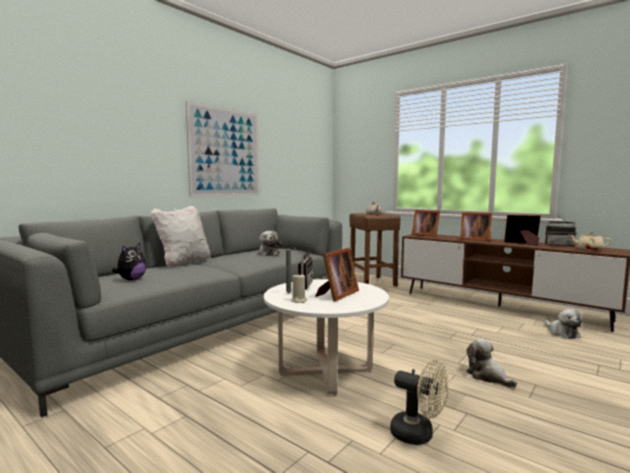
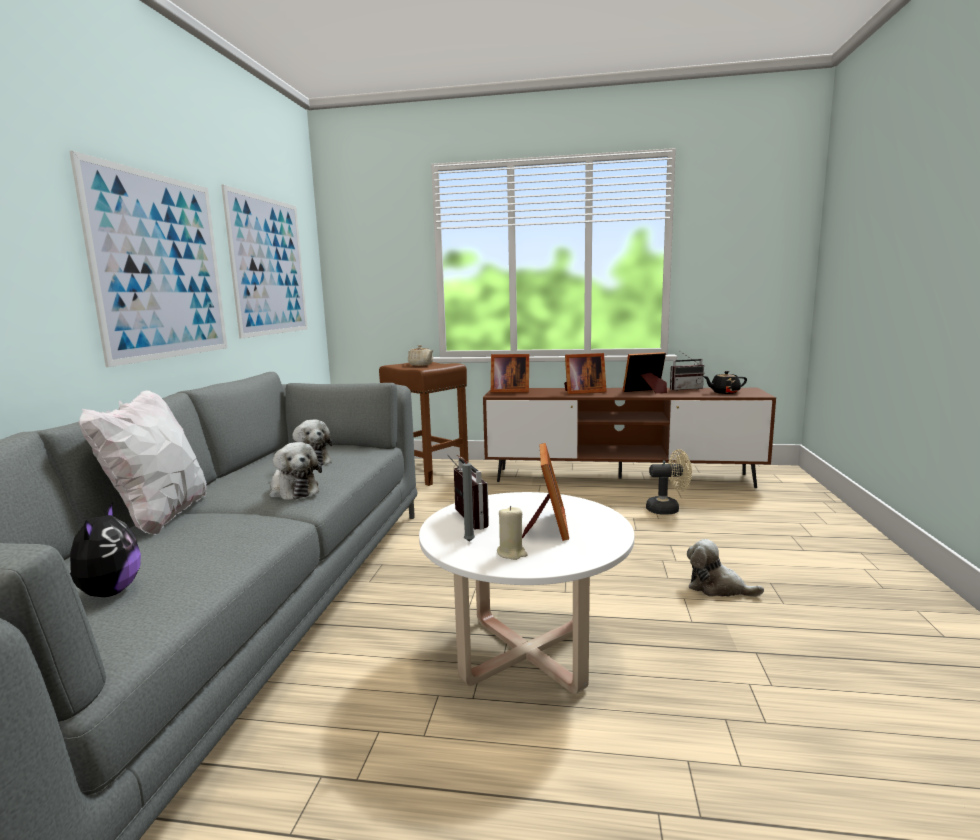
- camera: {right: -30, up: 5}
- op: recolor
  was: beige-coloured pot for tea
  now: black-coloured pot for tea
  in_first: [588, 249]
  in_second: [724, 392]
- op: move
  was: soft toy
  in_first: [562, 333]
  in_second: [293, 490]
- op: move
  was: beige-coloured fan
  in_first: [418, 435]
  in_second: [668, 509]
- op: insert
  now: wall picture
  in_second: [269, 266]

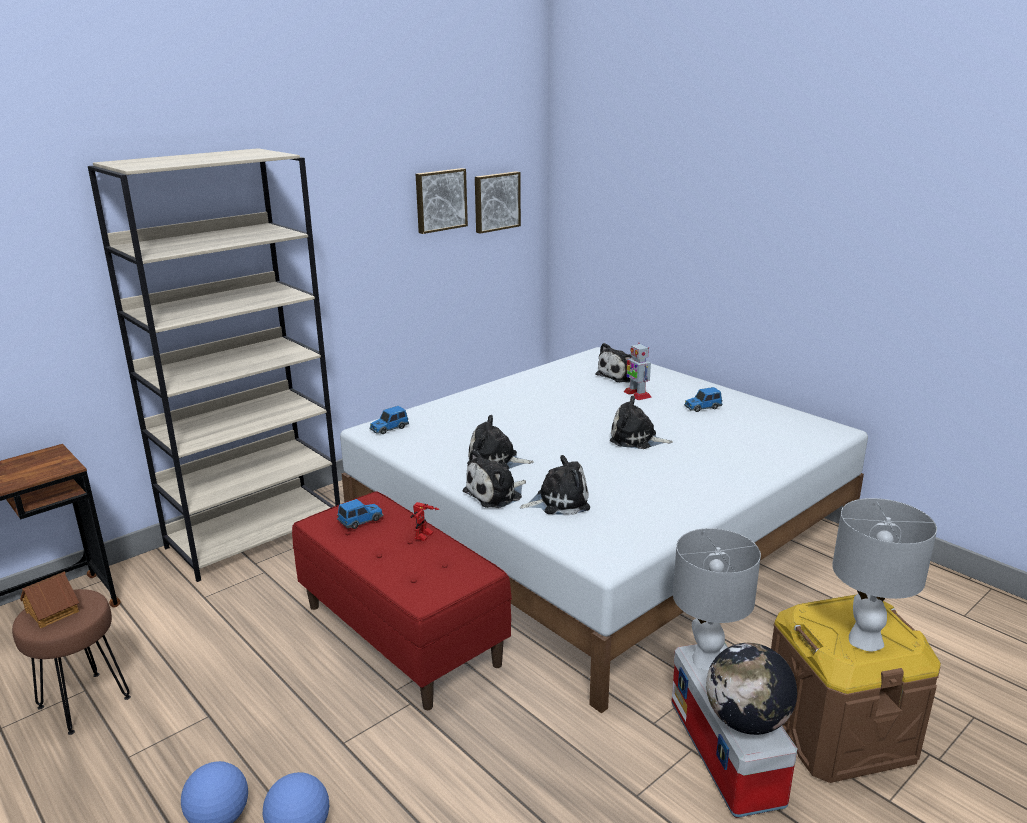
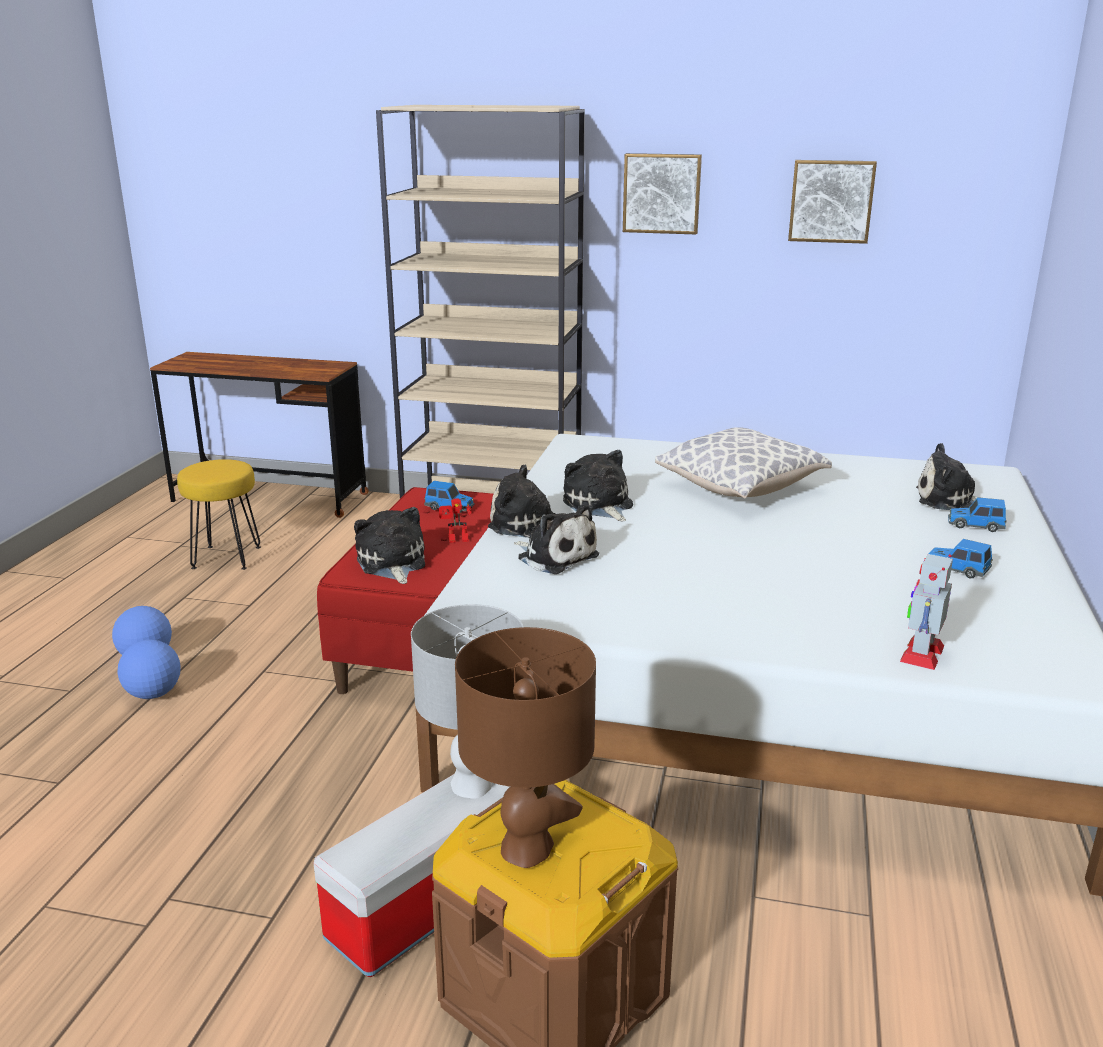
- camera: {right: 55, up: 0}
- op: move
  was: wall picture
  in_first: [496, 201]
  in_second: [662, 193]
- op: move
  was: model robot
  in_first: [637, 394]
  in_second: [922, 653]
- op: move
  was: soft toy
  in_first: [636, 439]
  in_second: [392, 563]
- op: move
  was: model car
  in_first: [389, 428]
  in_second: [975, 525]
- op: recolor
  was: gray lamp for a table
  now: brown lamp for a table
  in_first: [865, 639]
  in_second: [527, 848]
- op: delete
  was: toy house
  in_first: [51, 612]
- op: recolor
  was: brown stool
  now: yellow-coloured stool
  in_first: [84, 703]
  in_second: [225, 558]
- op: delete
  was: world globe
  in_first: [746, 721]
- op: insert
  now: throw pillow
  in_second: [740, 488]

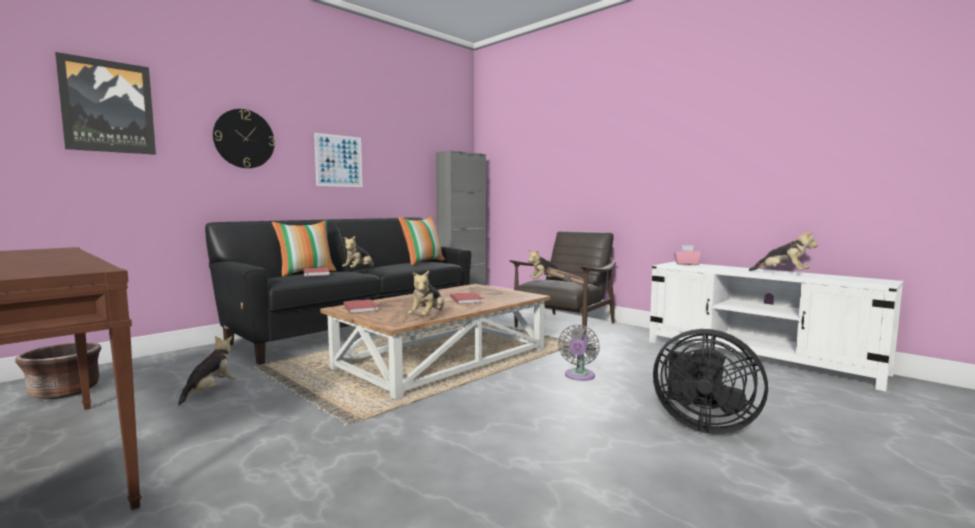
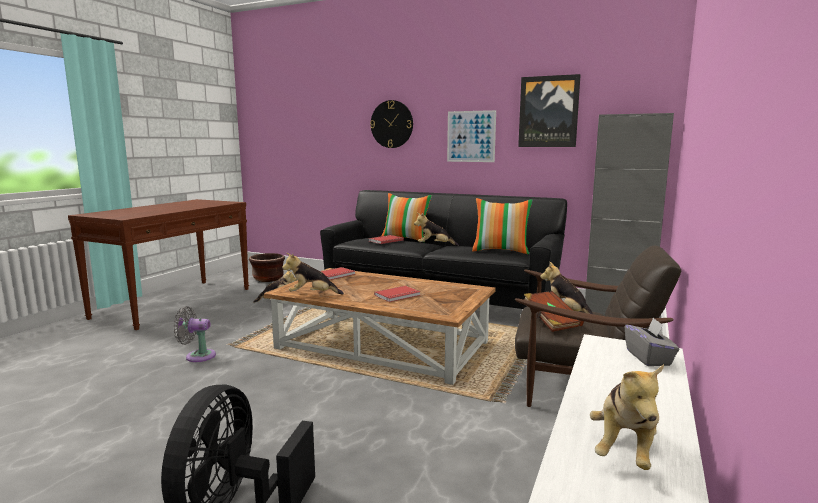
- camera: {right: 70, up: 5}
- op: move
  was: wall picture
  in_first: [108, 107]
  in_second: [548, 112]
- op: recolor
  was: pink box of tissues
  now: gray box of tissues
  in_first: [687, 264]
  in_second: [649, 358]
- op: move
  was: gray fan
  in_first: [579, 376]
  in_second: [197, 356]

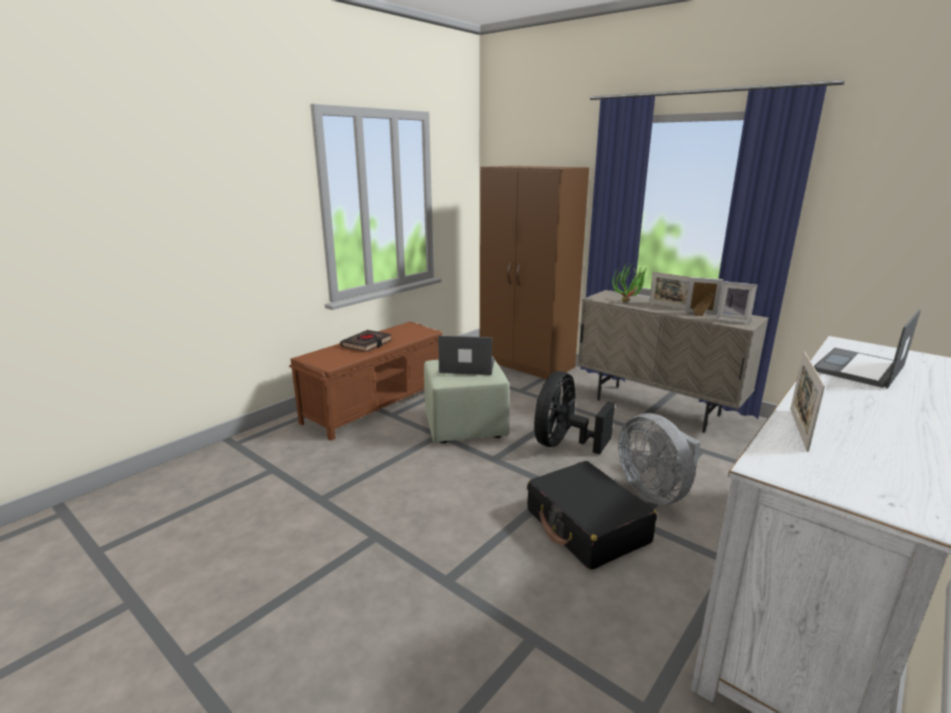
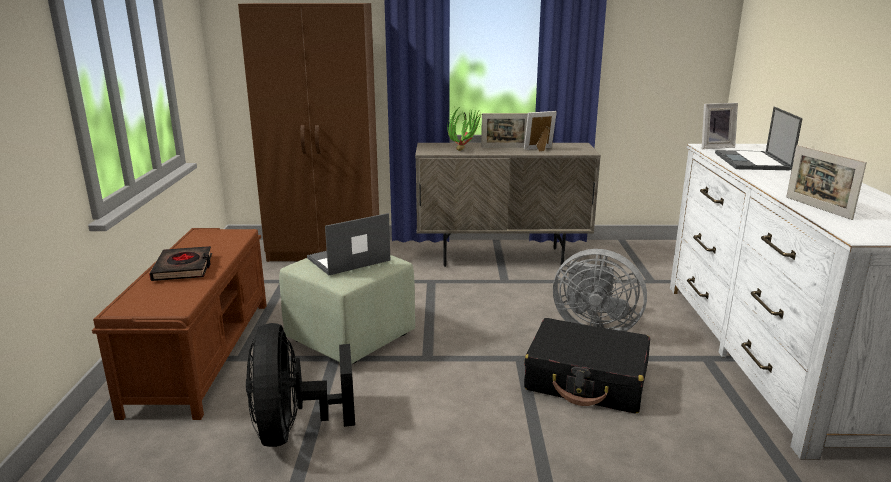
- camera: {right: -40, up: 0}
- op: move
  was: photo frame
  in_first: [733, 320]
  in_second: [714, 147]
- op: move
  was: black-coloured fan
  in_first: [564, 443]
  in_second: [294, 429]

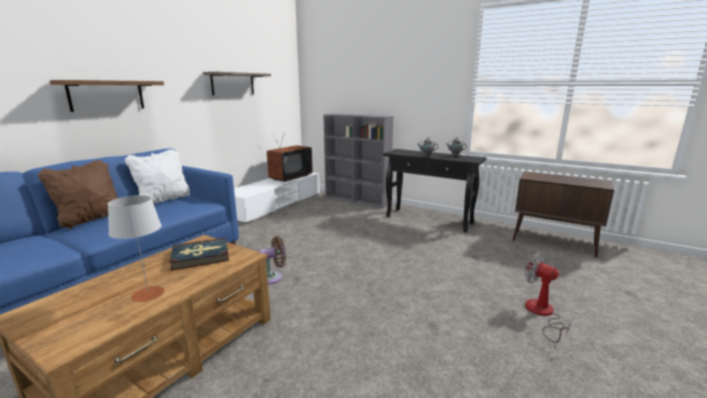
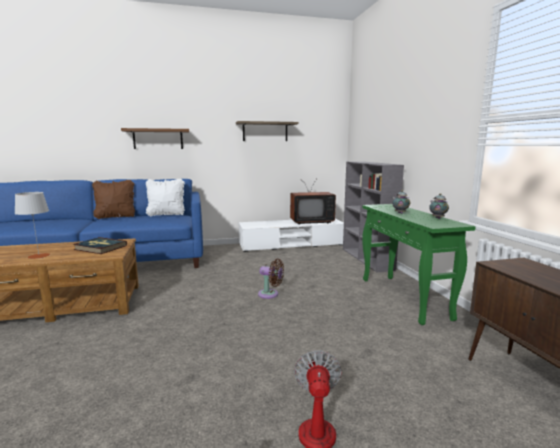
- camera: {right: 45, up: -5}
- op: recolor
  was: black-coloured narrow table
  now: green-coloured narrow table
  in_first: [429, 220]
  in_second: [404, 298]
- op: move
  was: brown fan
  in_first: [272, 277]
  in_second: [270, 294]

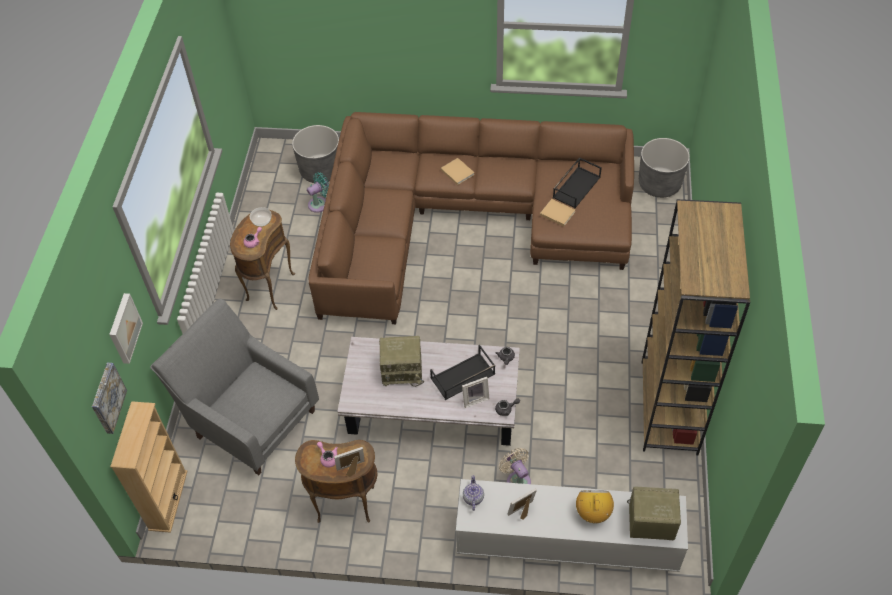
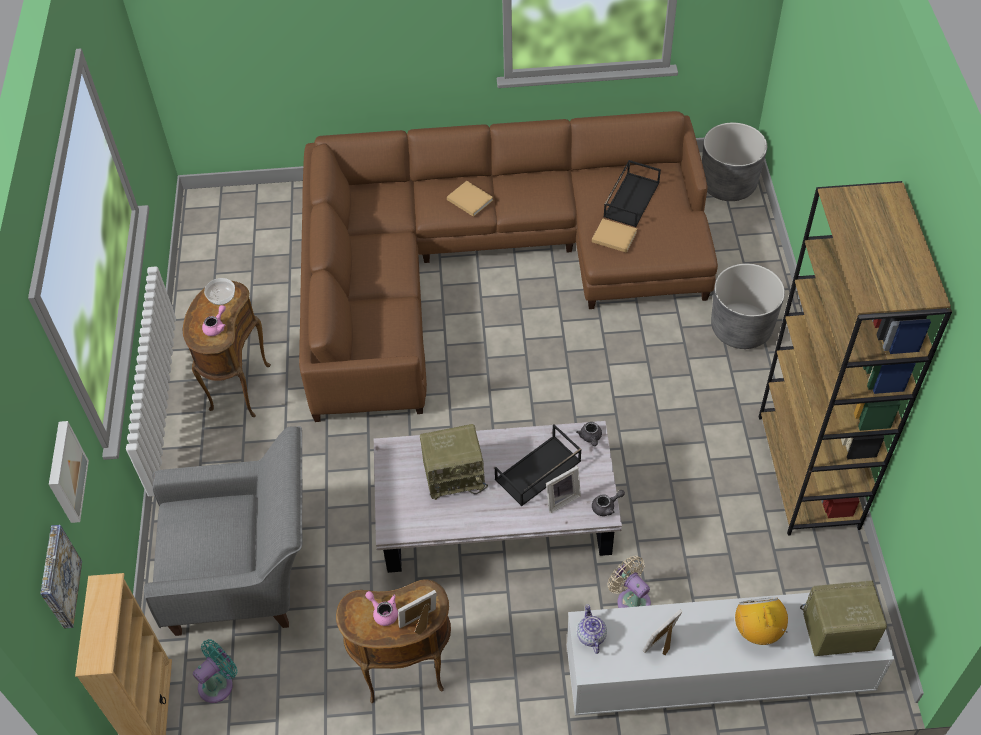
- camera: {right: -10, up: 0}
- op: move
  was: gray plant pot
  in_first: [320, 171]
  in_second: [741, 328]
- op: move
  was: turquoise-coloured fan
  in_first: [320, 204]
  in_second: [218, 683]
- op: rotate
  was: gray lounge chair
  in_first: [250, 419]
  in_second: [247, 573]
  clockwise: 150

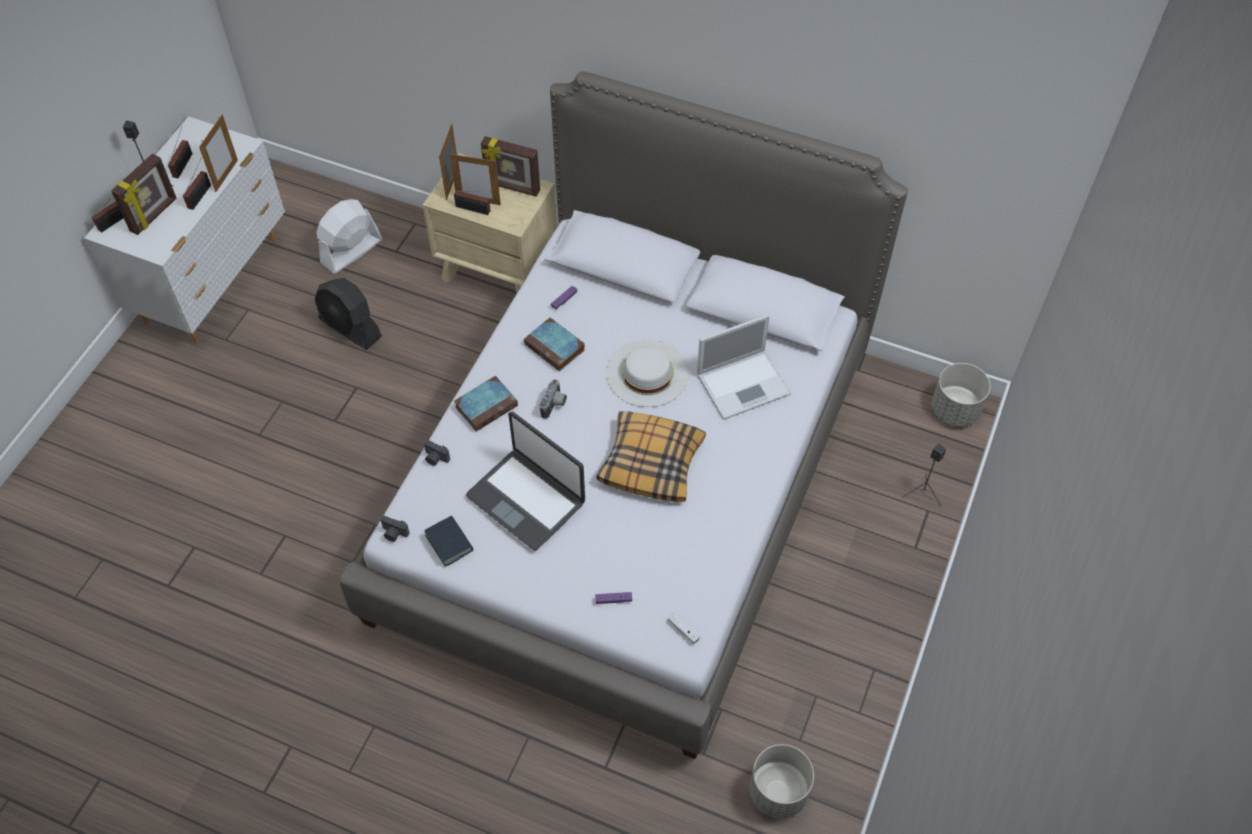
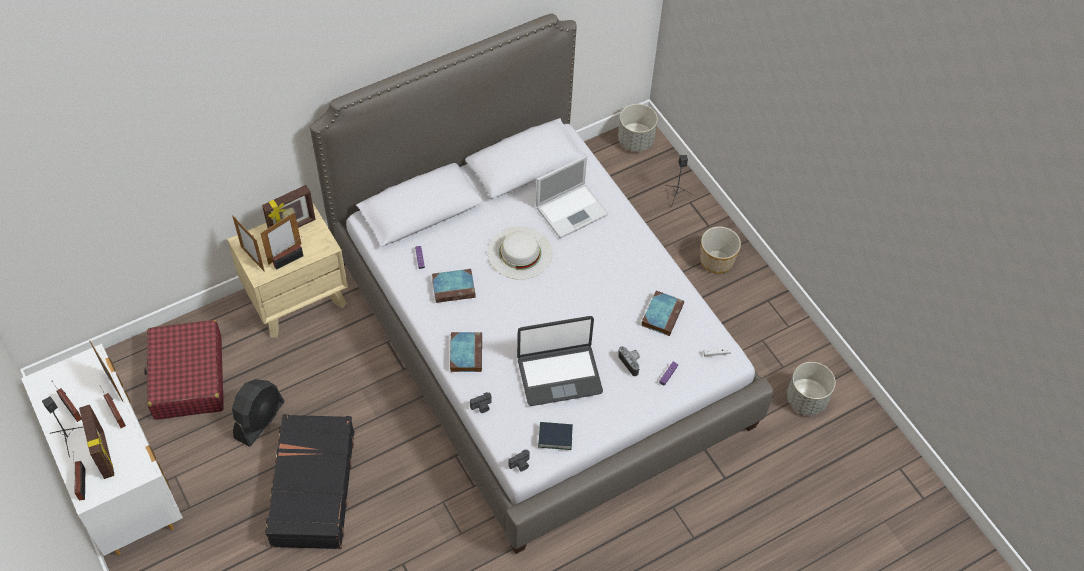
- camera: {right: -55, up: 0}
- op: replace
  was: white fan
  now: reddish suitcase
  in_first: [351, 251]
  in_second: [188, 378]
- op: rotate
  was: black-coloured fan
  in_first: [350, 328]
  in_second: [259, 420]
  clockwise: -45
- op: rotate
  was: notebook computer
  in_first: [744, 383]
  in_second: [572, 210]
  clockwise: 45
- op: move
  was: photo camera
  in_first: [555, 405]
  in_second: [631, 363]
- op: delete
  was: throw pillow
  in_first: [651, 462]
- op: insert
  now: plant pot
  in_second: [716, 260]
- op: insert
  now: book
  in_second: [662, 314]
- op: insert
  now: black-coloured suitcase
  in_second: [312, 488]

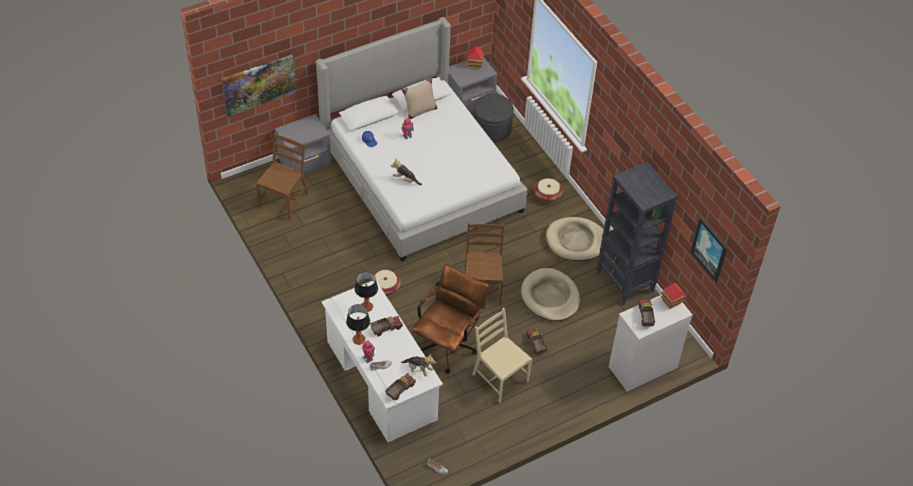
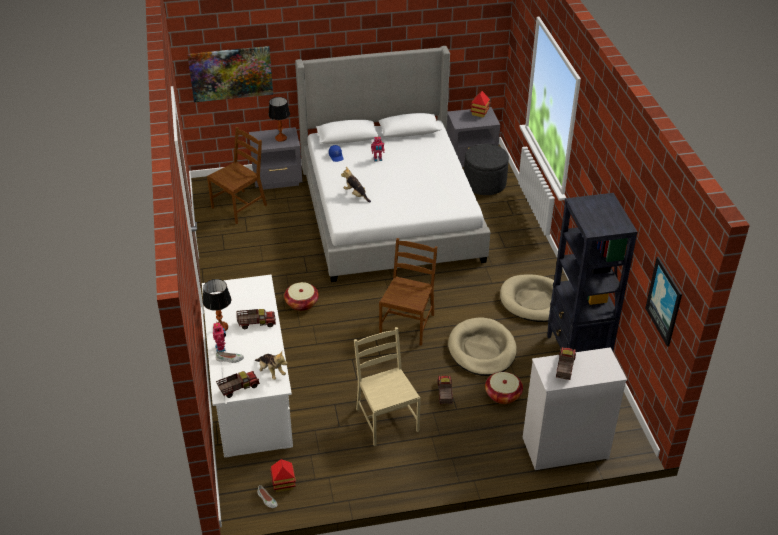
- camera: {right: 20, up: -10}
- op: delete
  was: beige-coloured throw pillow
  in_first: [419, 111]
- op: move
  was: household basket
  in_first: [547, 195]
  in_second: [503, 395]
- op: delete
  was: brown office chair
  in_first: [448, 343]
- op: move
  was: lamp for a table
  in_first: [367, 307]
  in_second: [281, 138]
- op: move
  was: toy house
  in_first: [671, 302]
  in_second: [283, 484]

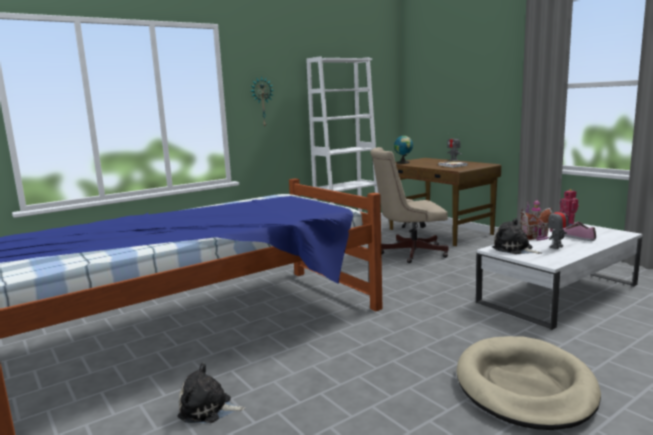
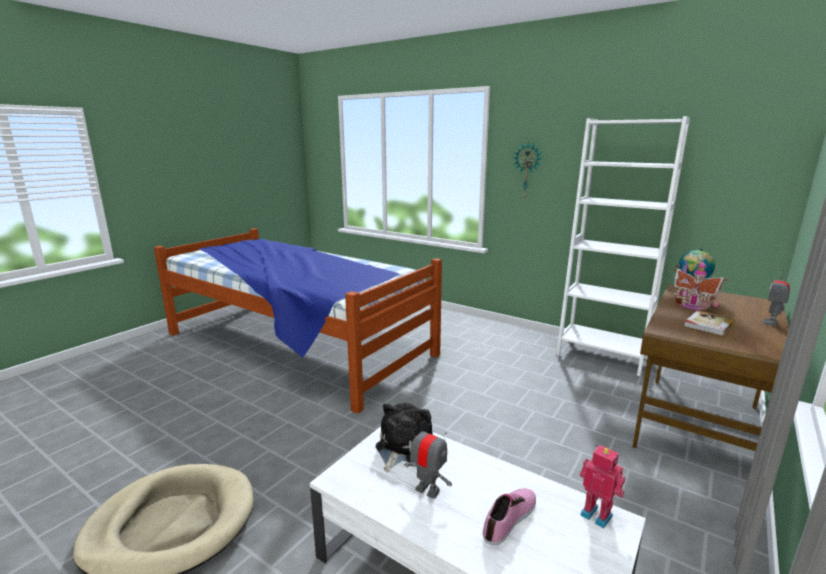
- camera: {right: 70, up: 5}
- op: delete
  was: beige-coloured office chair
  in_first: [409, 253]
- op: move
  was: toy house
  in_first: [536, 237]
  in_second: [692, 306]
- op: delete
  was: soft toy
  in_first: [208, 409]

